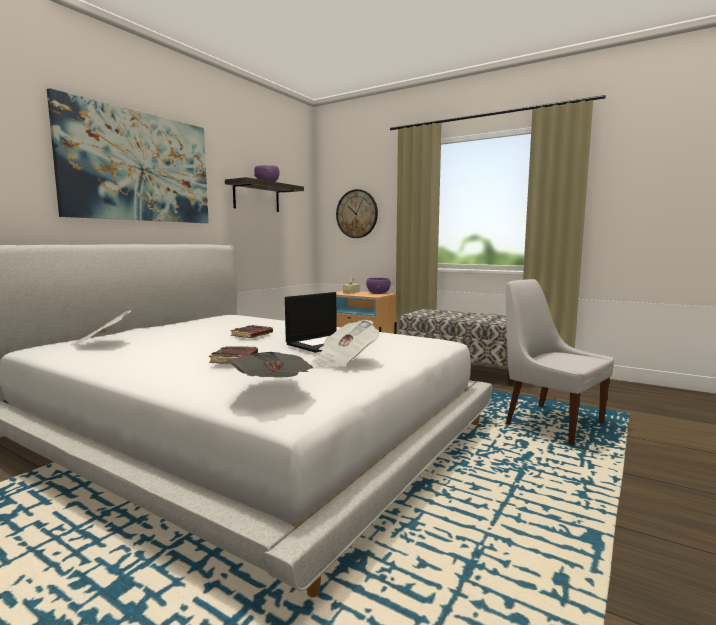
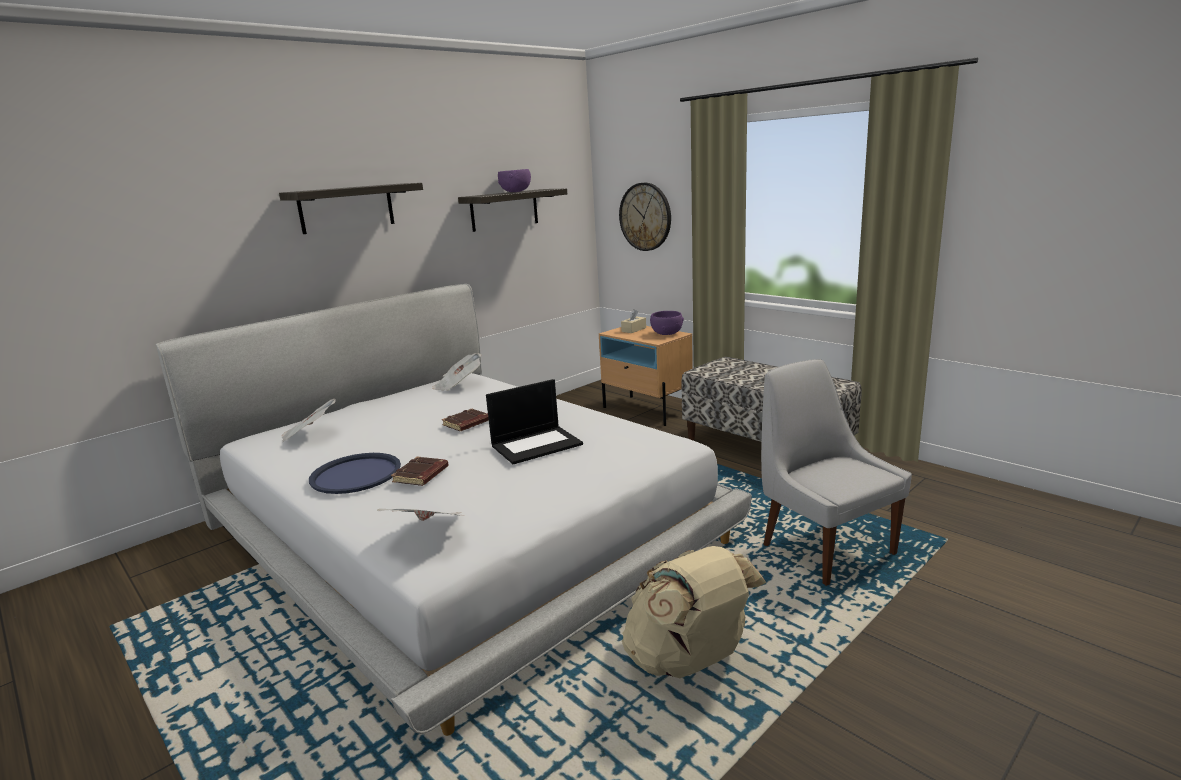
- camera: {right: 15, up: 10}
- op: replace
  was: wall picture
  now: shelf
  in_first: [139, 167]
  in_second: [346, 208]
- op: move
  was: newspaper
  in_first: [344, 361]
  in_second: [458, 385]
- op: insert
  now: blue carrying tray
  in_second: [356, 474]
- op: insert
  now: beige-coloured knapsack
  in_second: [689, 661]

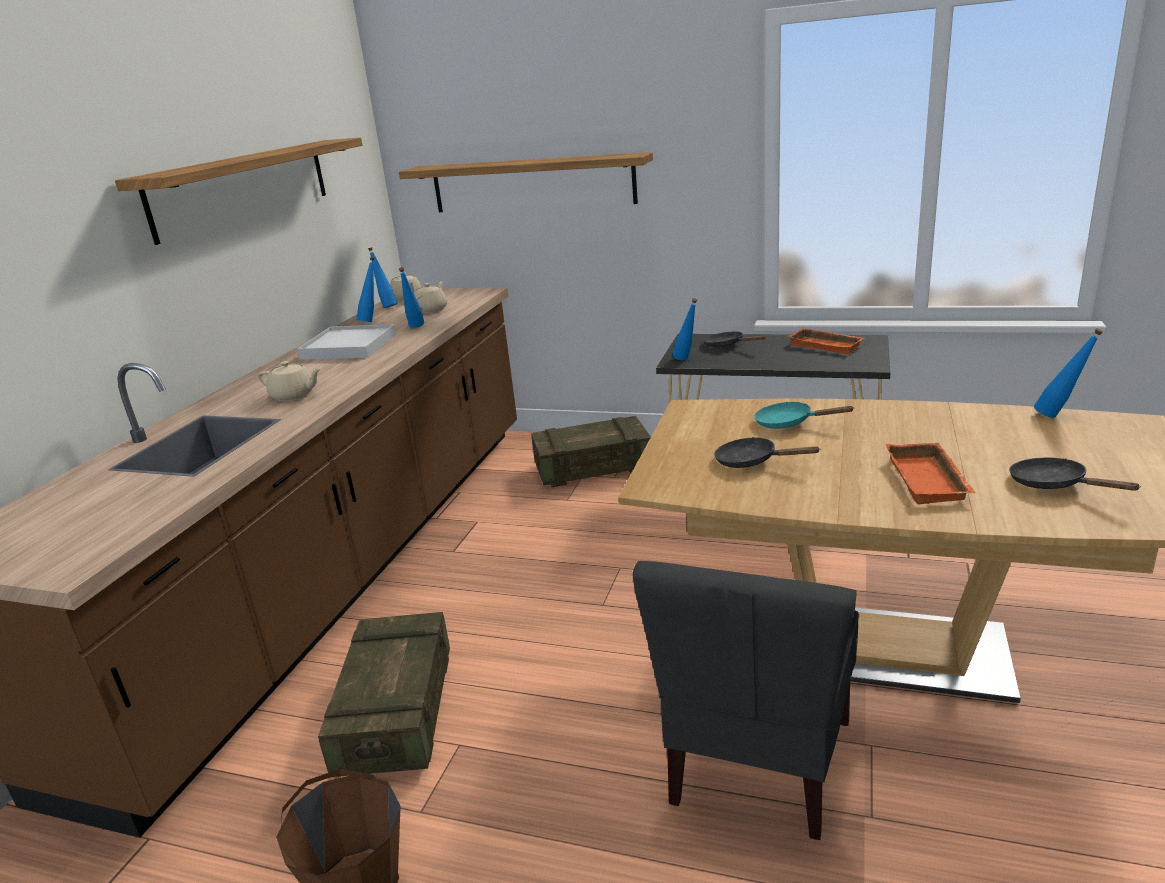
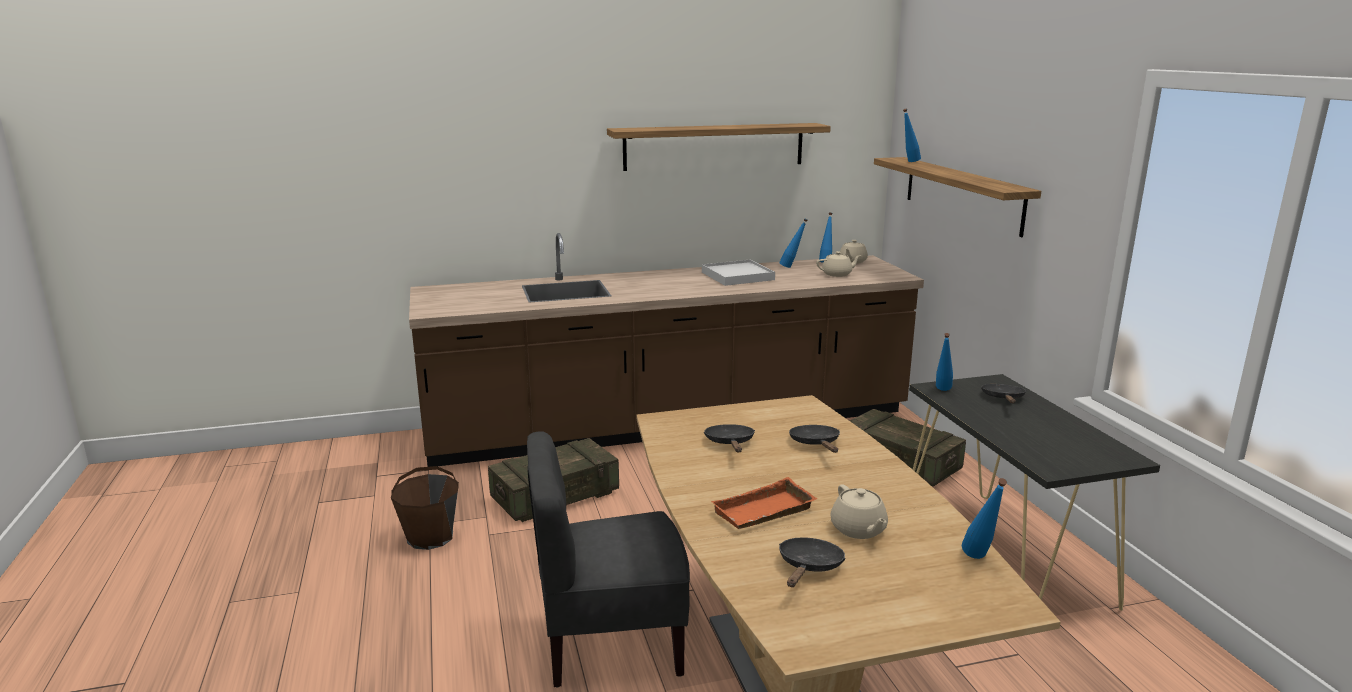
- camera: {right: 55, up: -5}
- op: move
  was: blue beverage bottle
  in_first: [415, 328]
  in_second: [908, 162]
- op: delete
  was: orange carrying tray
  in_first: [827, 345]
- op: move
  was: beige-coloured pot for tea
  in_first: [294, 395]
  in_second: [858, 530]
- op: recolor
  was: turquoise-coloured pan
  now: black-coloured pan
  in_first: [789, 423]
  in_second: [816, 444]

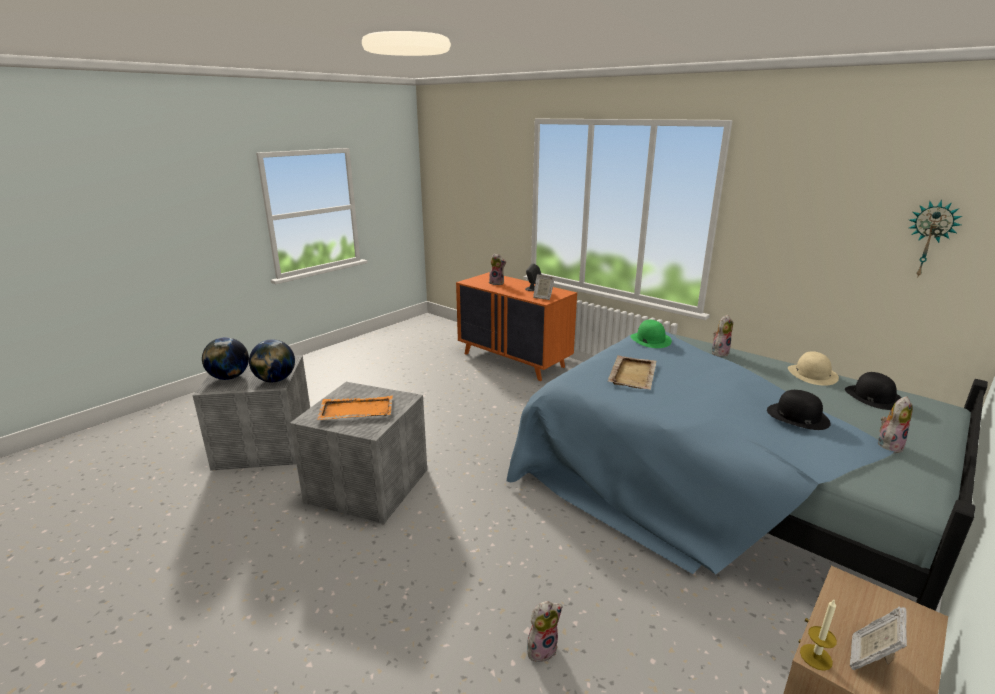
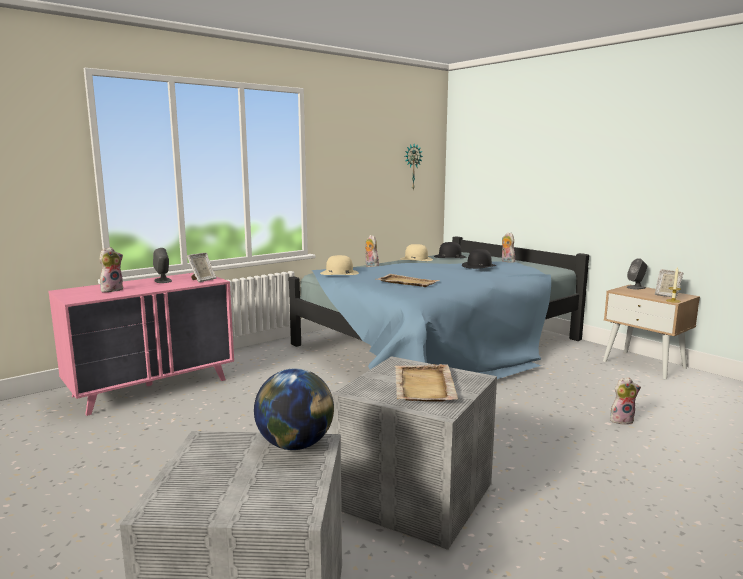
- camera: {right: -80, up: -10}
- op: recolor
  was: orange chest of drawers
  now: pink chest of drawers
  in_first: [514, 360]
  in_second: [152, 387]
- op: recolor
  was: green-coloured wearable hat
  now: beige-coloured wearable hat
  in_first: [650, 340]
  in_second: [339, 273]
- op: delete
  was: world globe
  in_first: [229, 377]
- op: recolor
  was: orange carrying tray
  now: beige-coloured carrying tray
  in_first: [355, 410]
  in_second: [423, 386]
- op: rotate
  was: soft toy
  in_first: [542, 648]
  in_second: [621, 420]
  clockwise: 105
- op: insert
  now: gray loudspeaker
  in_second: [636, 287]

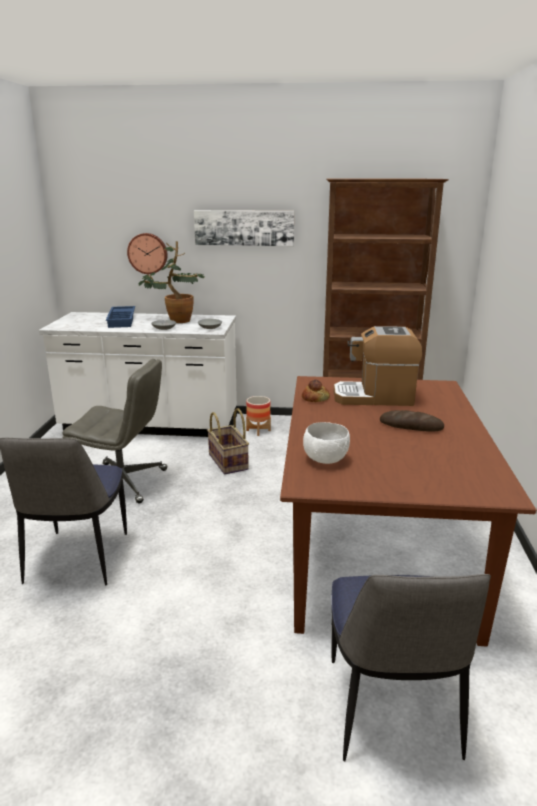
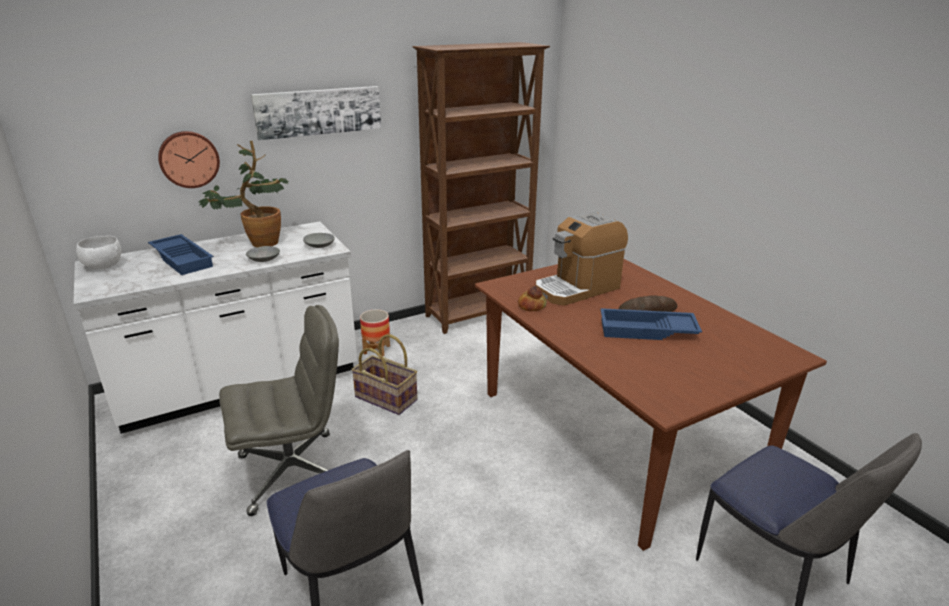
- camera: {right: -35, up: 5}
- op: move
  was: white bowl
  in_first: [326, 459]
  in_second: [104, 266]
- op: insert
  now: blue carrying tray
  in_second: [647, 331]

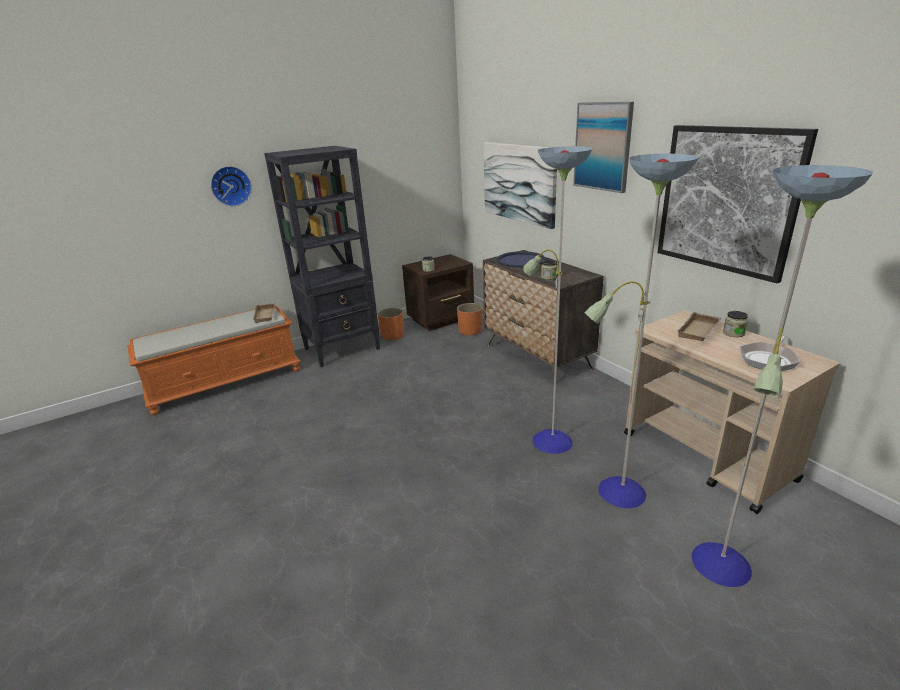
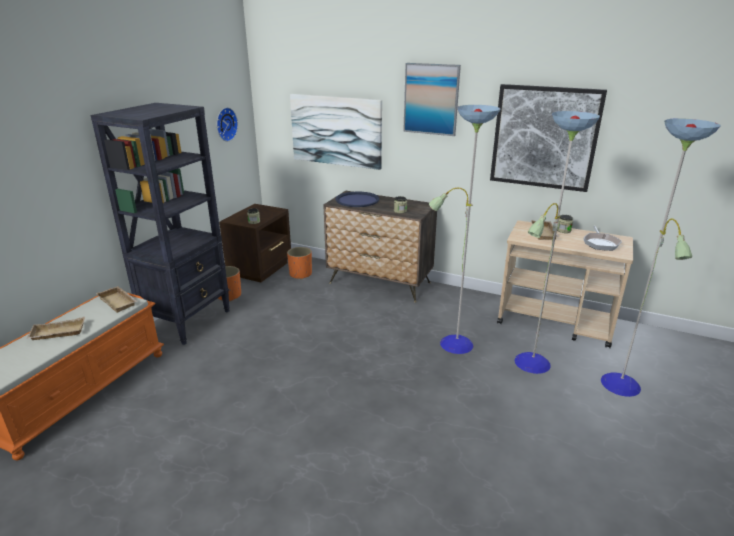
- camera: {right: -35, up: 0}
- op: move
  was: clock on the wall
  in_first: [230, 186]
  in_second: [225, 124]
- op: insert
  now: beige-coloured carrying tray
  in_second: [57, 333]

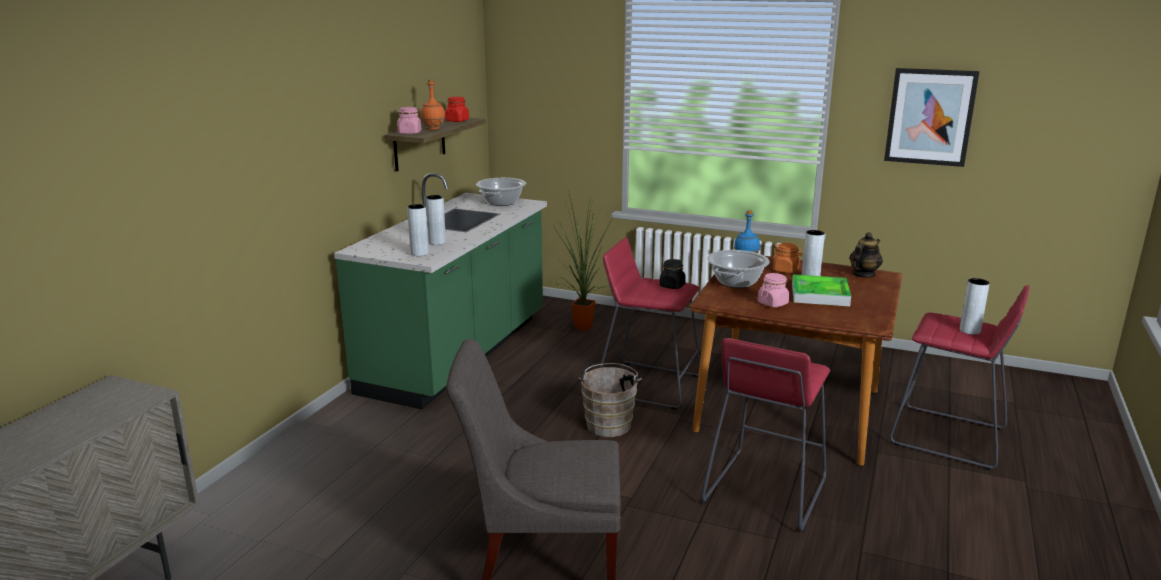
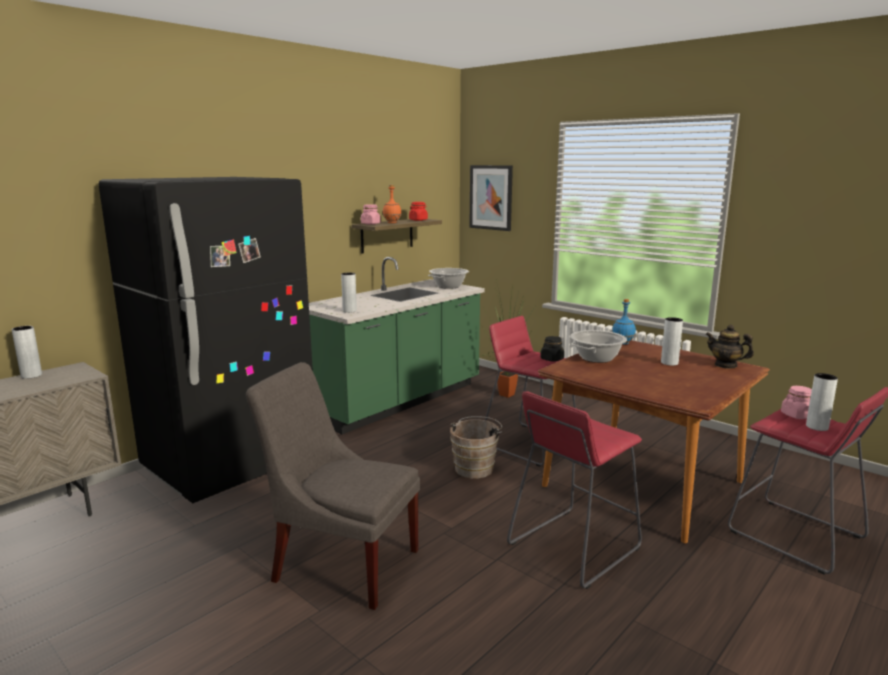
- camera: {right: 20, up: -5}
- op: move
  was: wall picture
  in_first: [930, 117]
  in_second: [491, 197]
- op: move
  was: gray decorative vase
  in_first: [437, 242]
  in_second: [31, 375]
- op: rotate
  was: pot for tea
  in_first: [863, 275]
  in_second: [726, 365]
  clockwise: -120
- op: delete
  was: orange storage jar
  in_first: [785, 270]
- op: move
  was: pink storage jar
  in_first: [773, 303]
  in_second: [797, 415]
- op: delete
  was: carrying tray
  in_first: [820, 294]
- op: insert
  now: black-coloured fridge
  in_second: [231, 465]

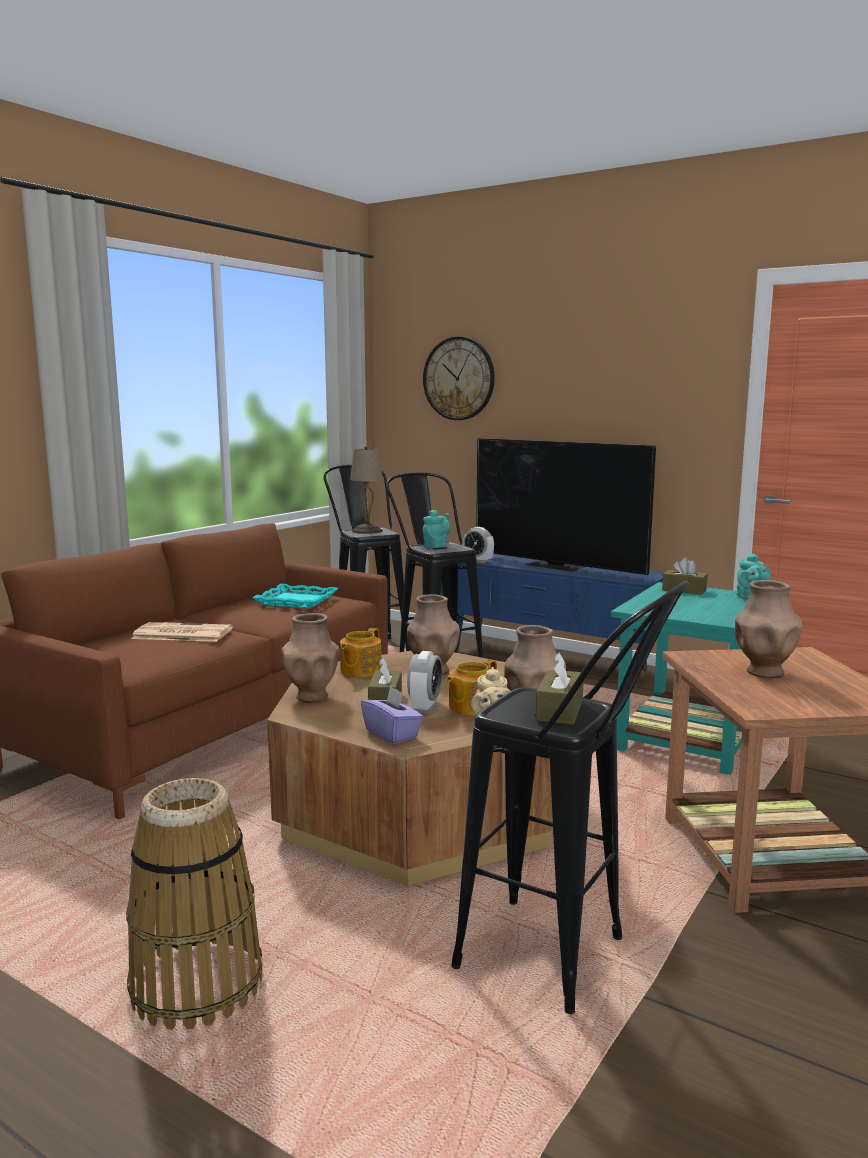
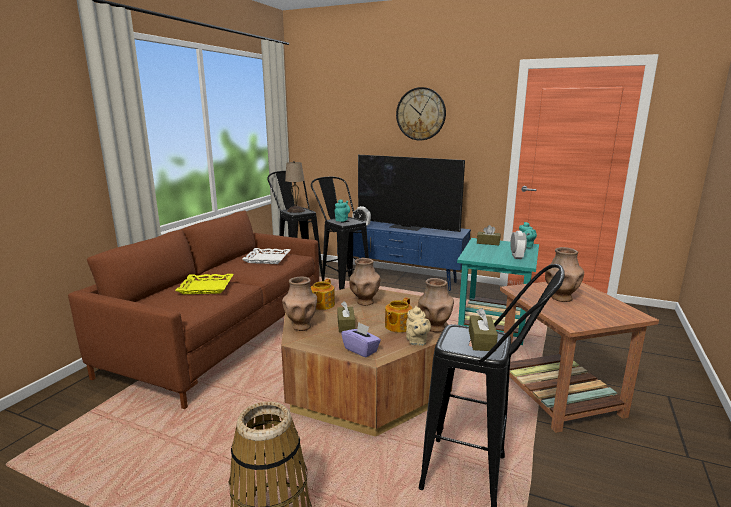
- camera: {right: -10, up: 5}
- op: move
  was: clock on the wall
  in_first: [459, 378]
  in_second: [421, 114]
- op: recolor
  was: turquoise-coloured carrying tray
  now: white carrying tray
  in_first: [296, 601]
  in_second: [267, 259]
- op: replace
  was: newspaper
  now: yellow-coloured carrying tray
  in_first: [181, 634]
  in_second: [206, 287]
- op: move
  was: alarm clock
  in_first: [425, 707]
  in_second: [516, 256]

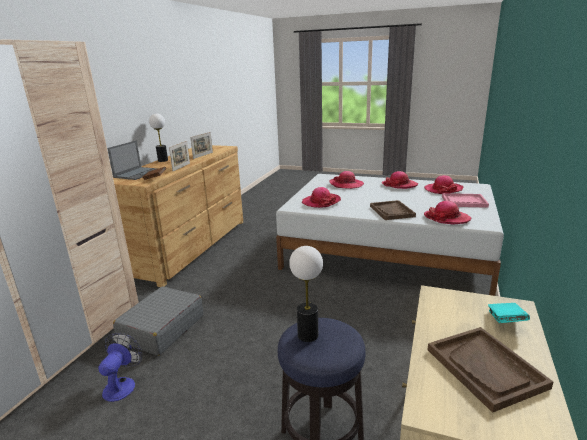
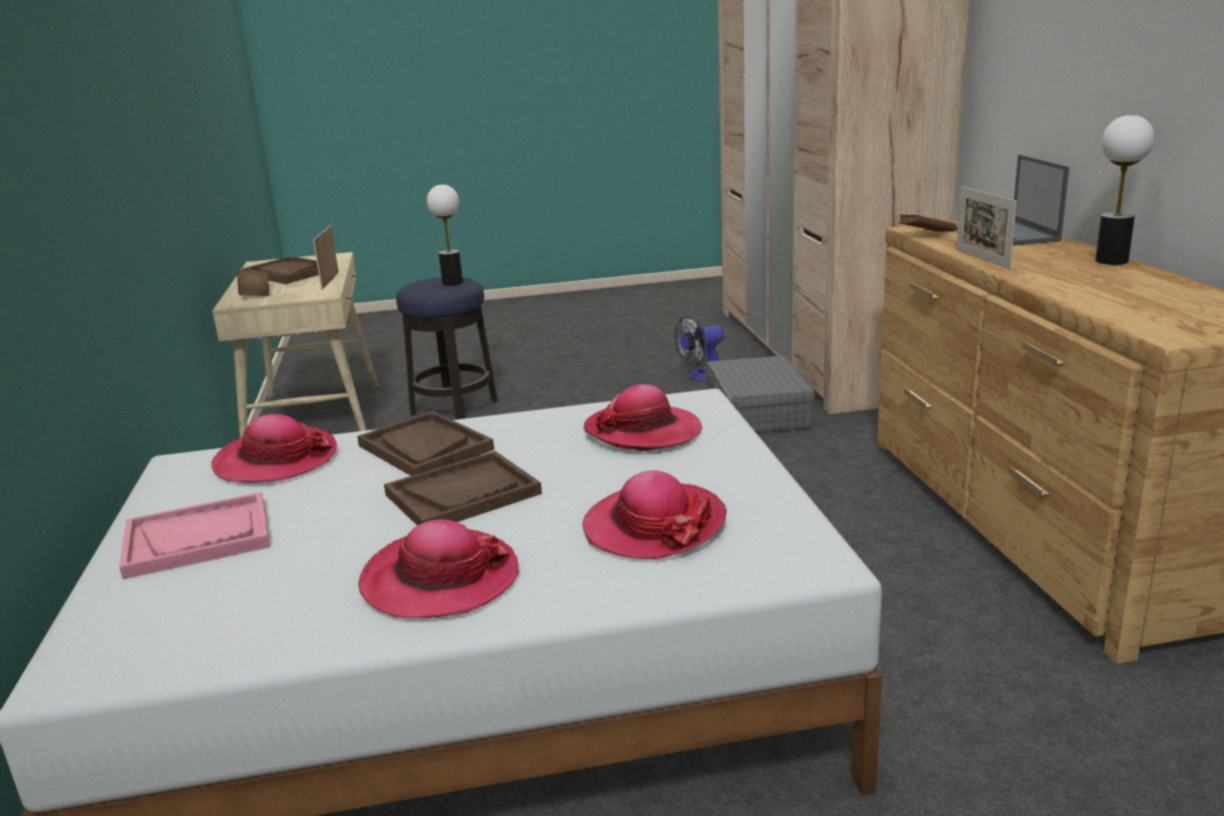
- camera: {right: 150, up: 0}
- op: move
  was: photo frame
  in_first: [203, 155]
  in_second: [330, 280]
- op: delete
  was: wearable hat
  in_first: [443, 189]
- op: recolor
  was: turquoise-coloured book
  now: brown book
  in_first: [505, 321]
  in_second: [255, 293]
- op: rotate
  was: fan
  in_first: [122, 384]
  in_second: [702, 376]
  clockwise: 75
- op: insert
  now: brown carrying tray
  in_second: [463, 494]

